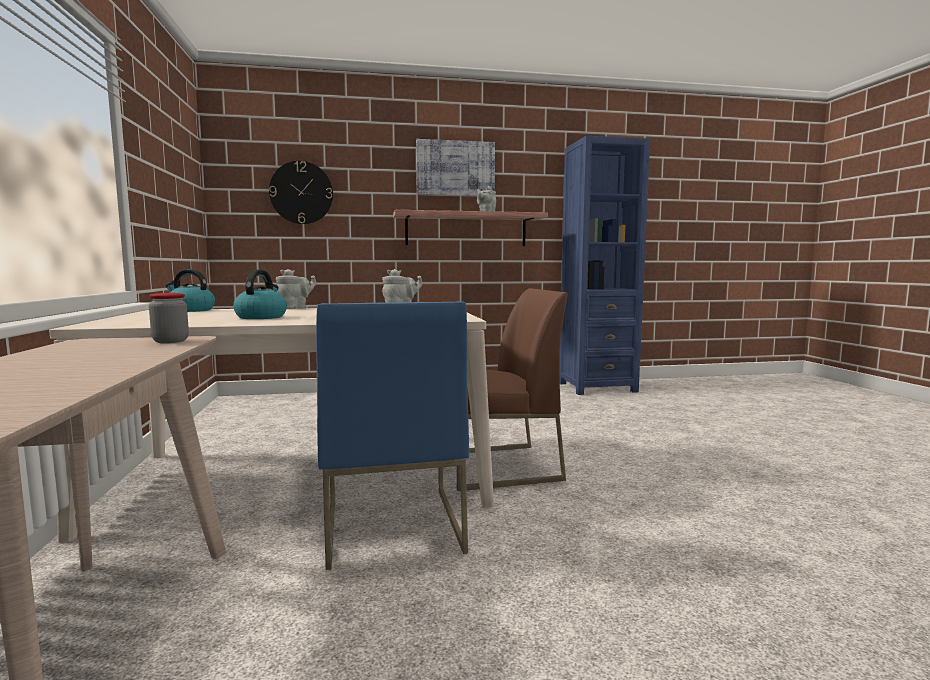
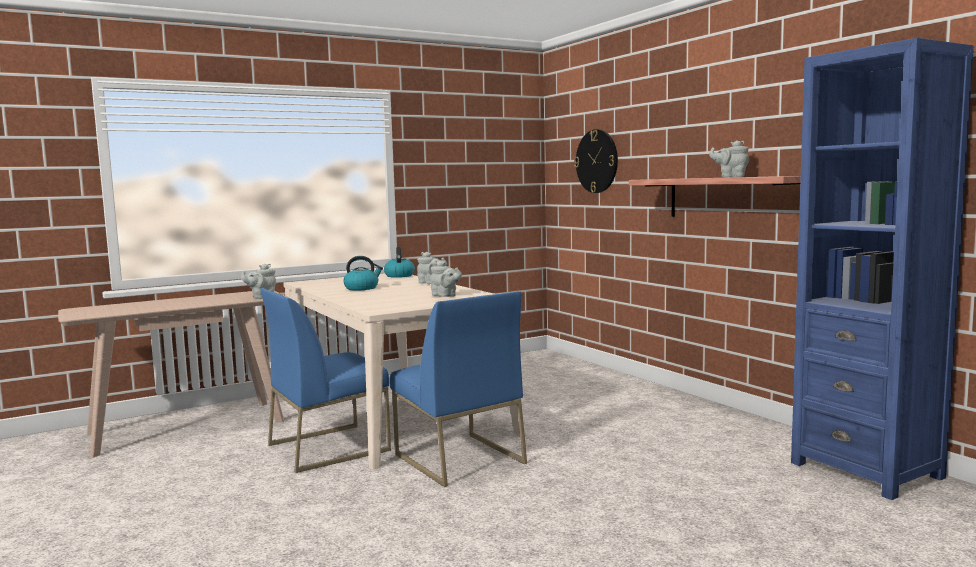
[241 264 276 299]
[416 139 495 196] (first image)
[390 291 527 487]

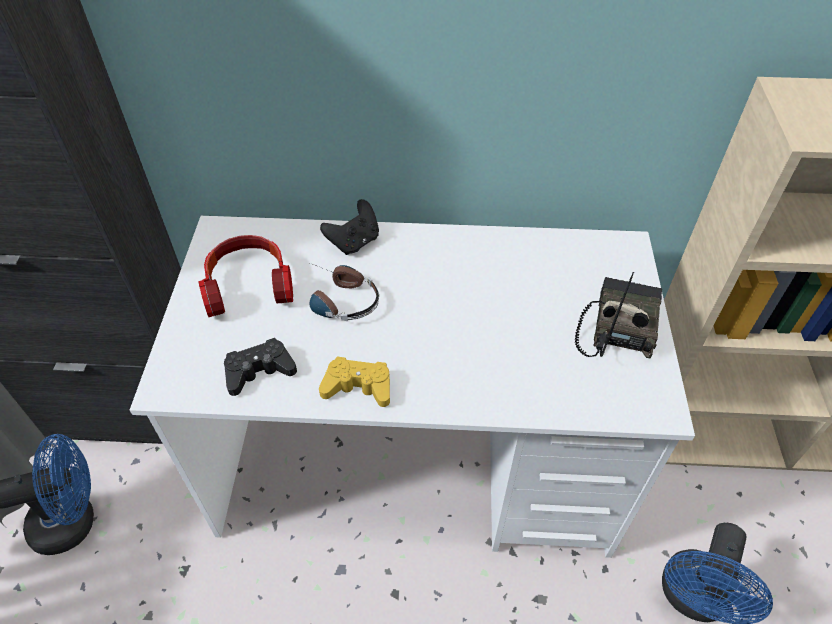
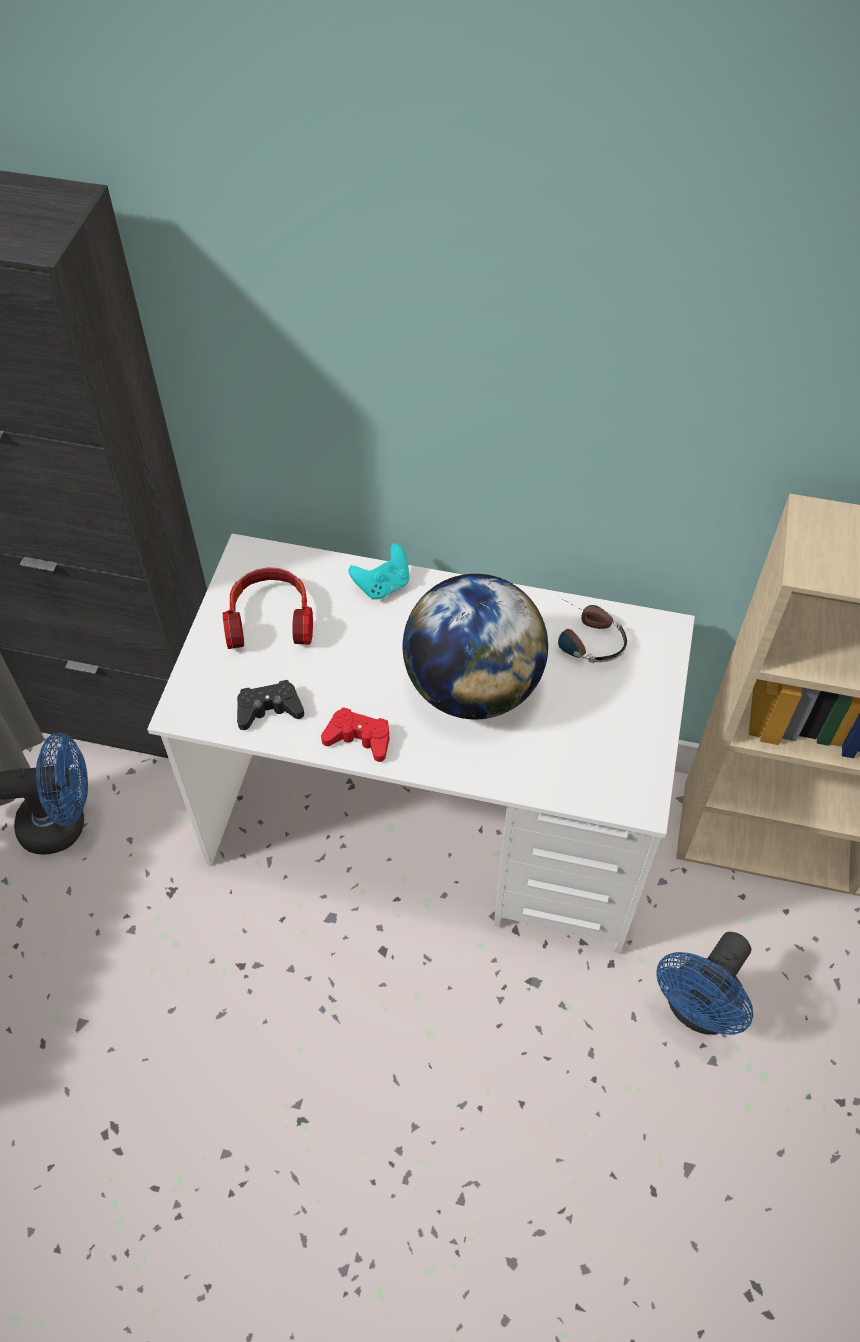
[558 597 627 663]
[321 707 389 762]
[349 543 409 600]
[575 272 662 359] (first image)
[403 574 548 719]

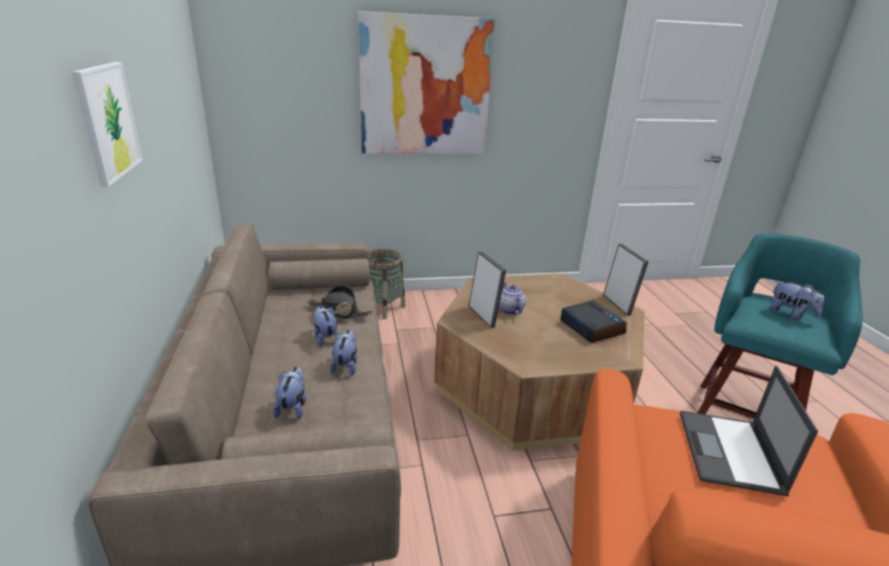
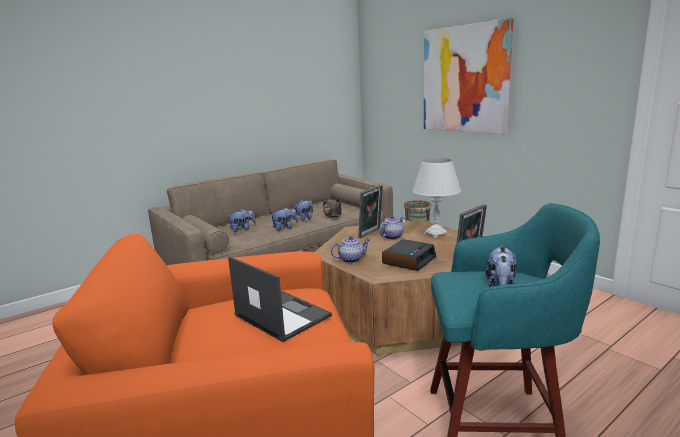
[72 62 143 187] (first image)
[228 256 332 342]
[331 236 370 263]
[413 158 461 238]

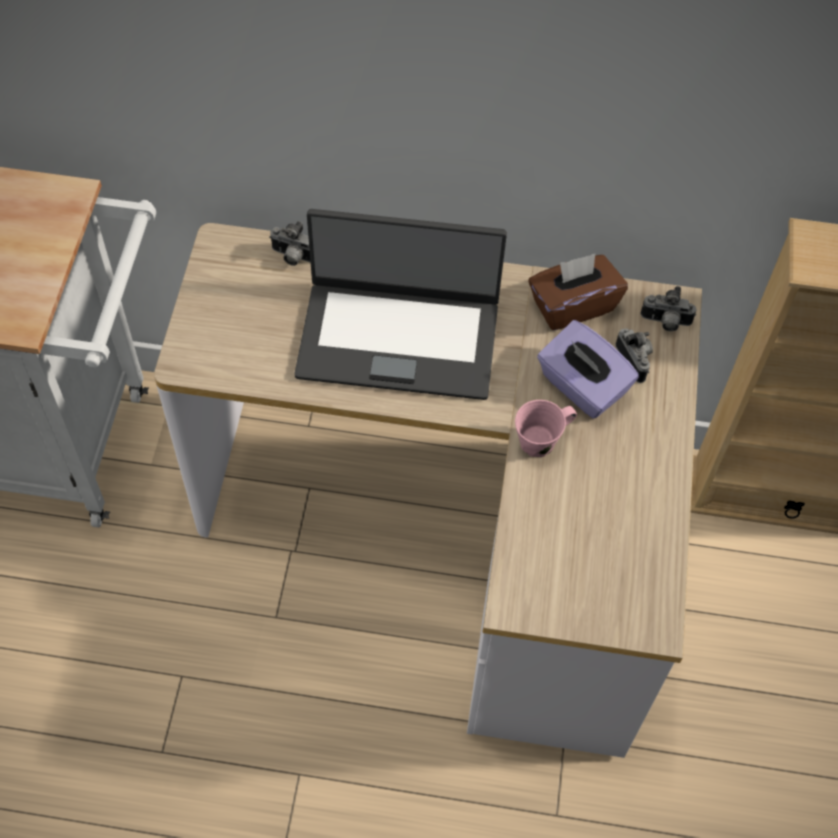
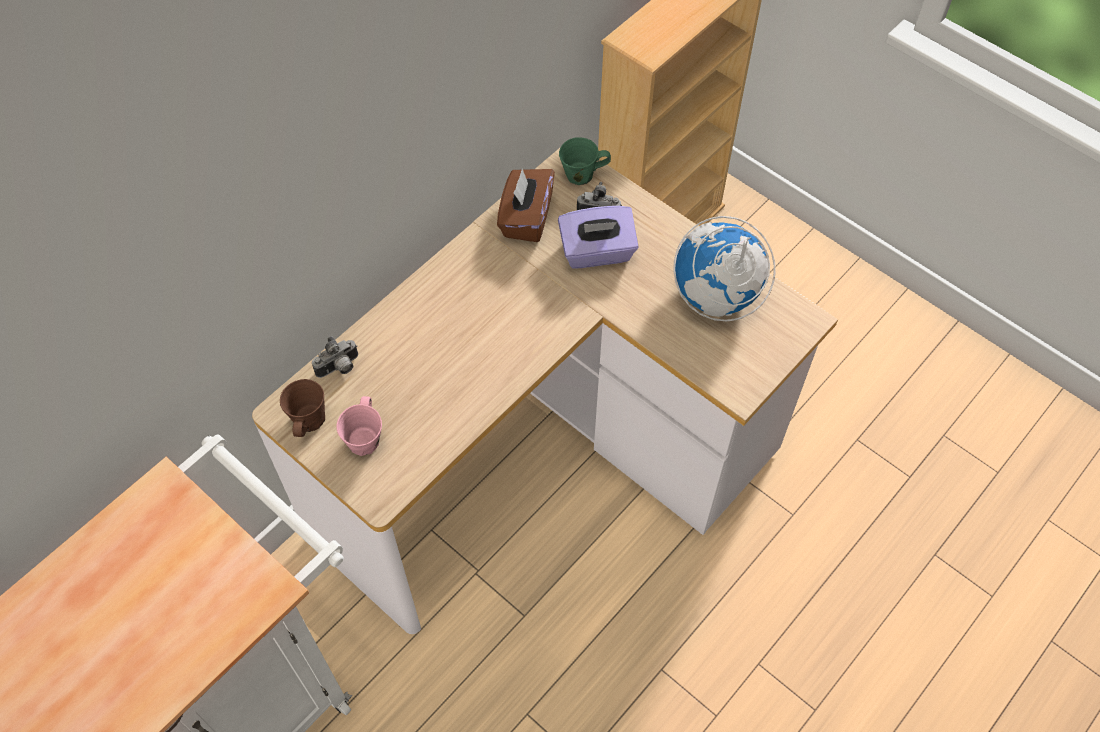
[294 209 507 400] (first image)
[336 396 382 456]
[559 137 611 185]
[280 379 325 437]
[673 216 775 321]

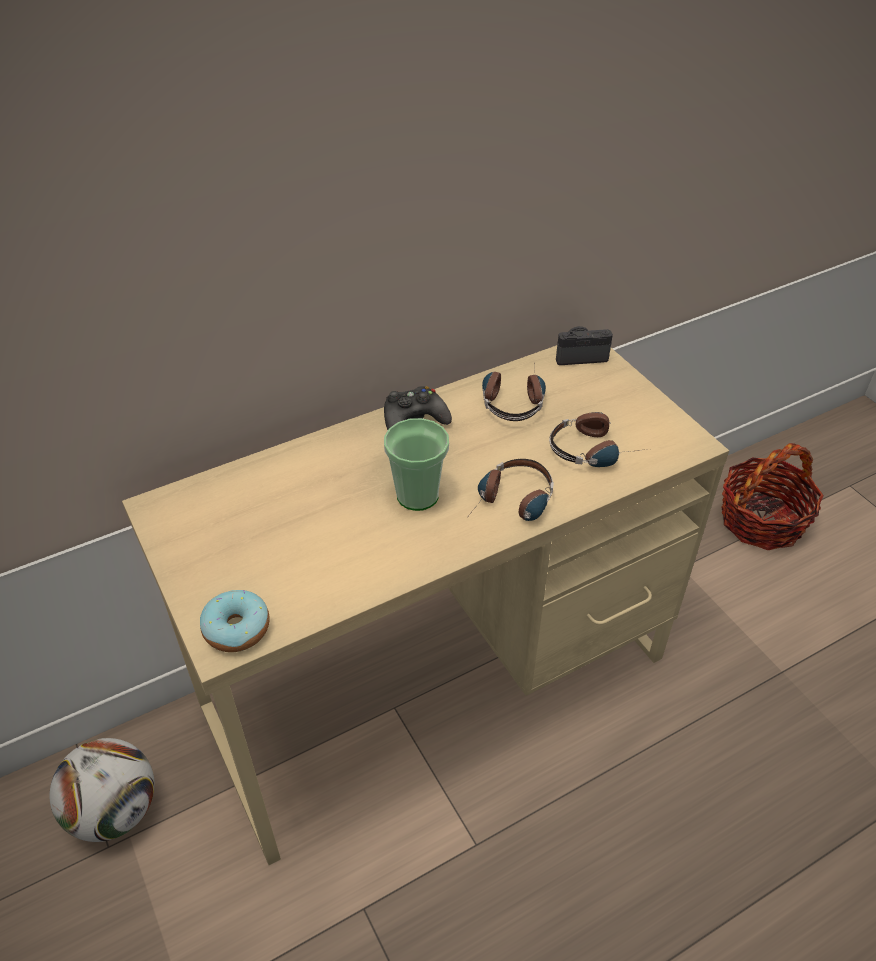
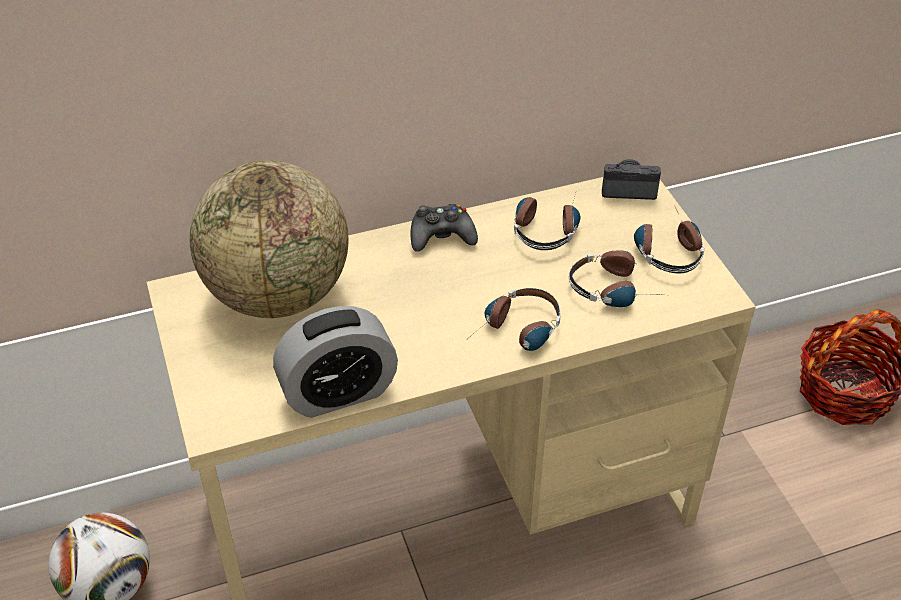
[200 590 270 652] (first image)
[384 418 449 511] (first image)
[189 160 348 318]
[273 306 398 418]
[634 207 705 273]

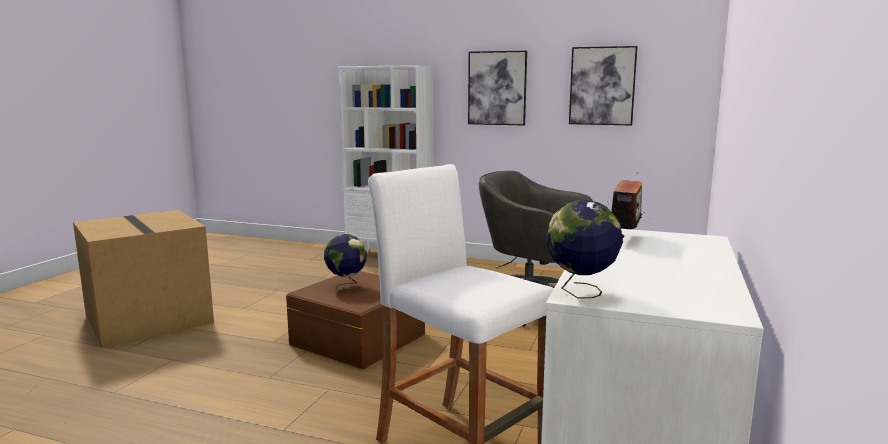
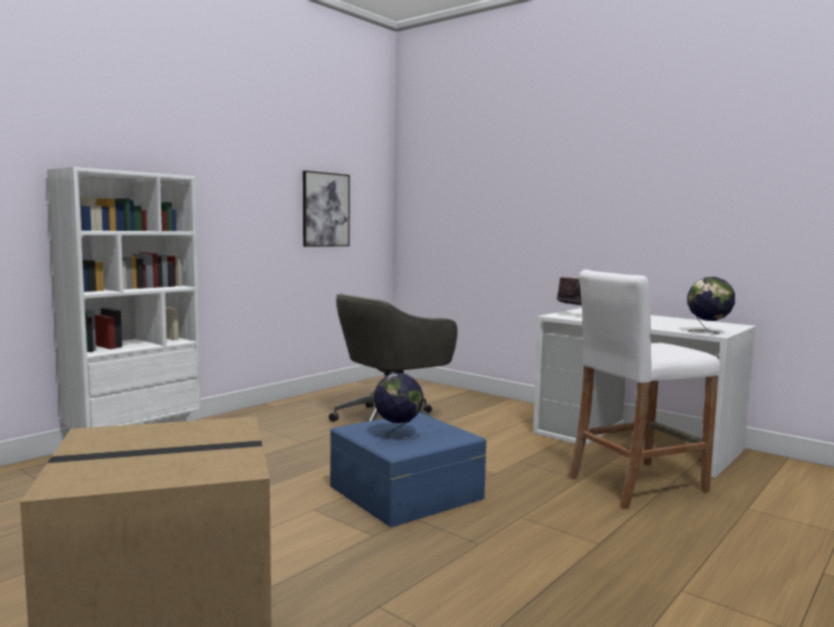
[330 412 487 527]
[468 51 527 126] (first image)

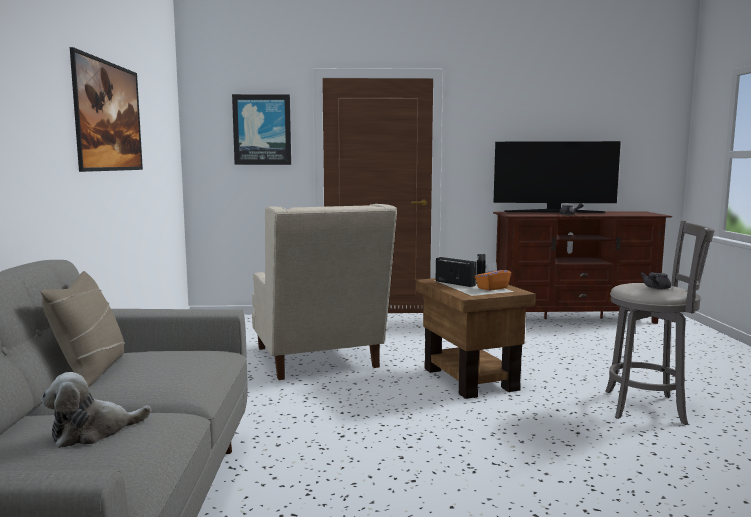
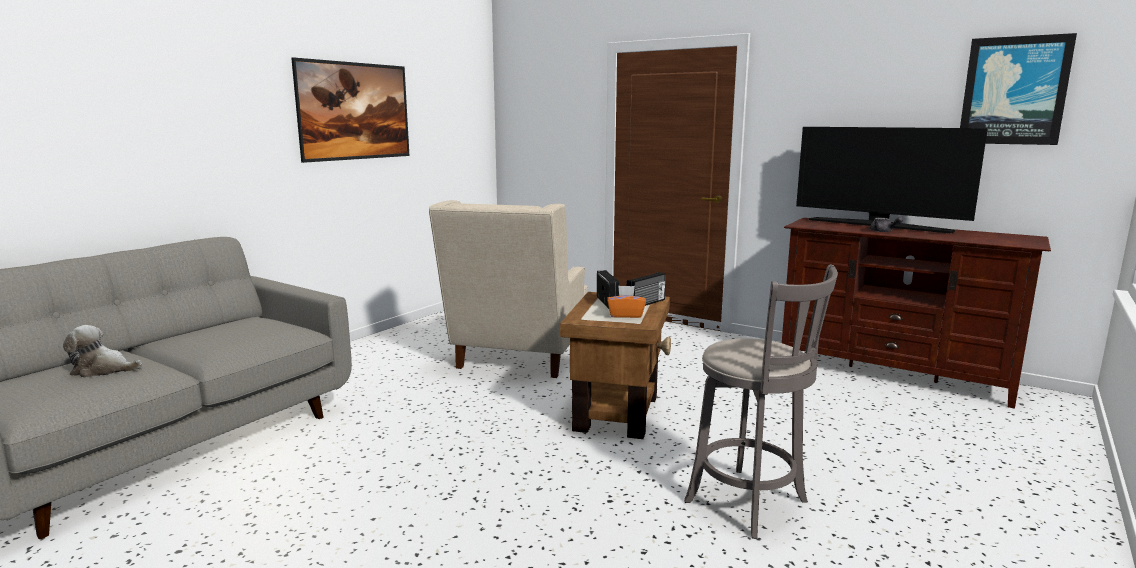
[40 271 125 387] (first image)
[960 33 1077 145]
[640 272 671 289] (first image)

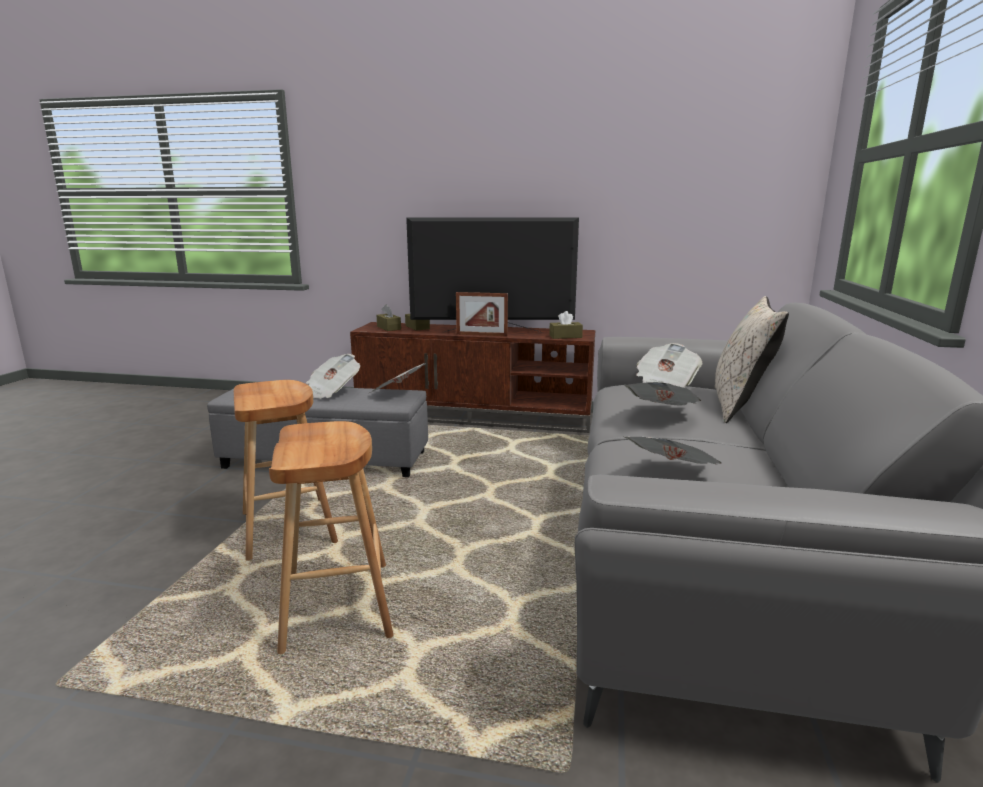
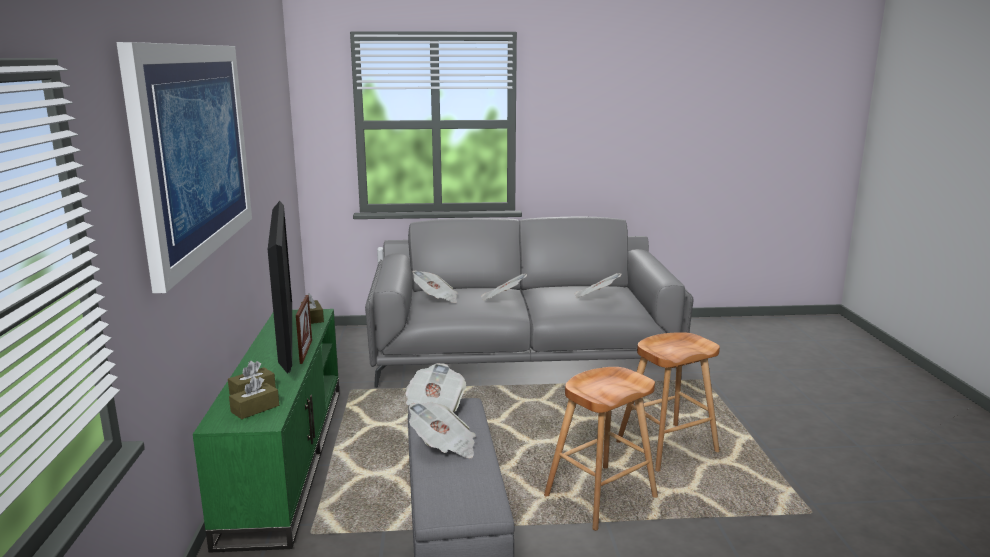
[193 309 340 553]
[715 296 789 423] (first image)
[116 42 252 293]

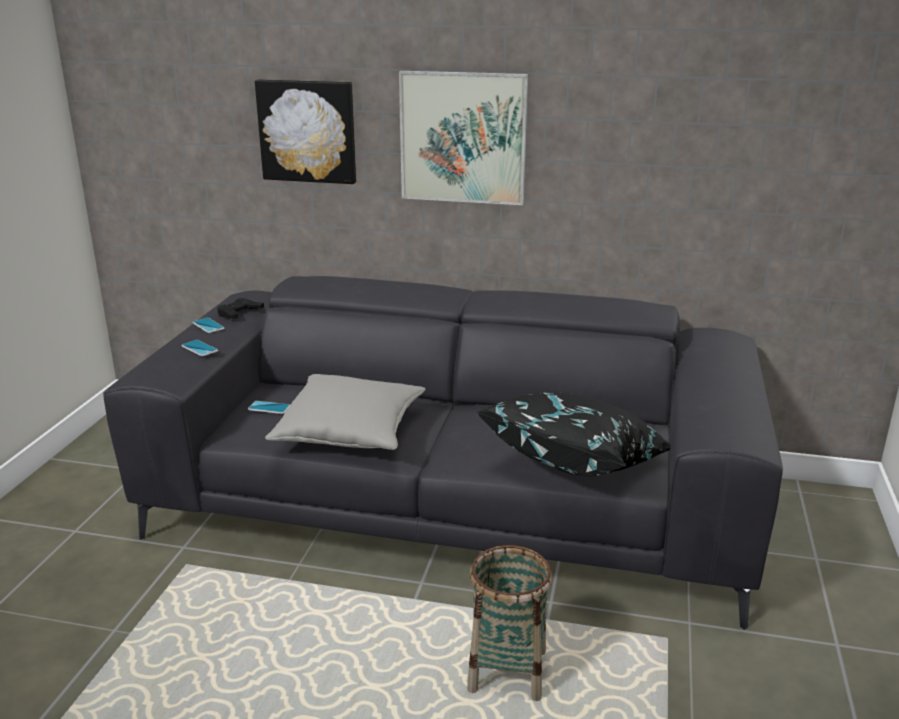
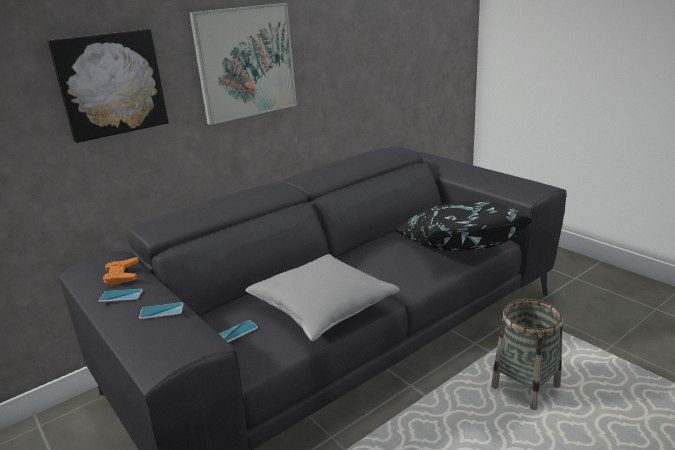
[103 257 139 286]

